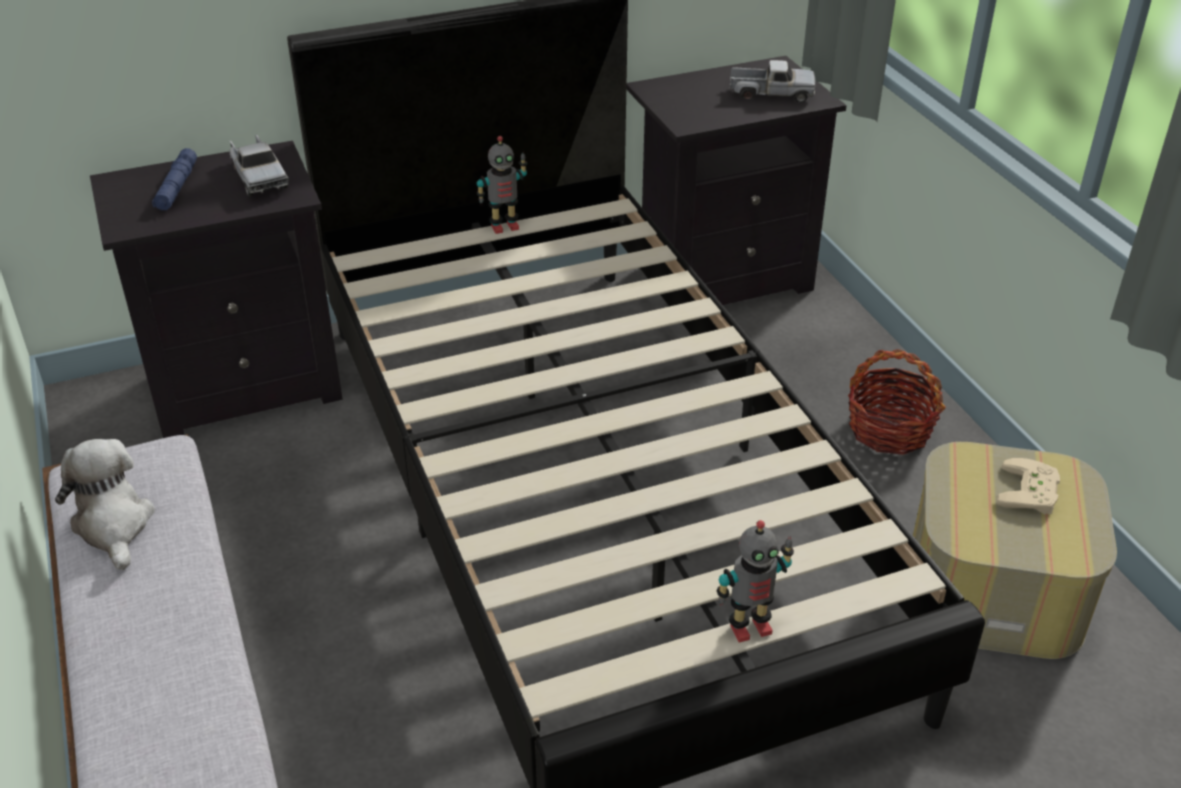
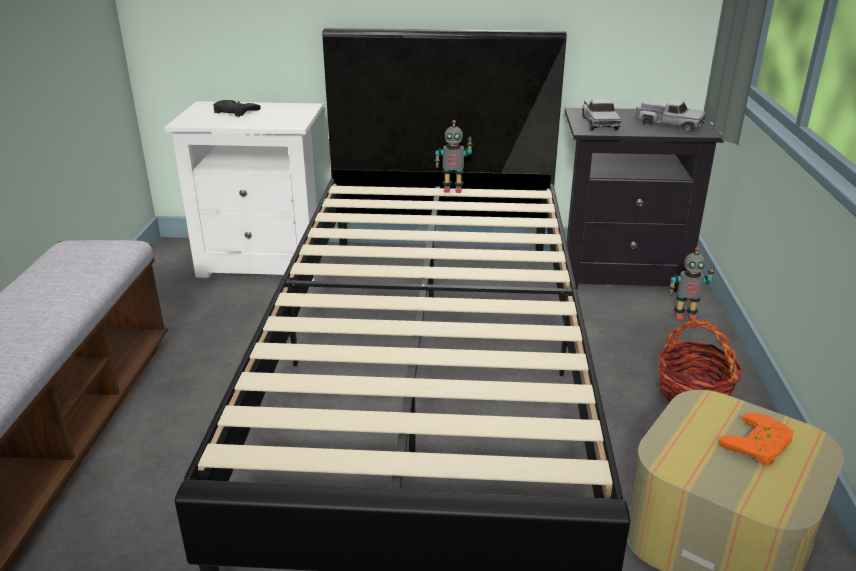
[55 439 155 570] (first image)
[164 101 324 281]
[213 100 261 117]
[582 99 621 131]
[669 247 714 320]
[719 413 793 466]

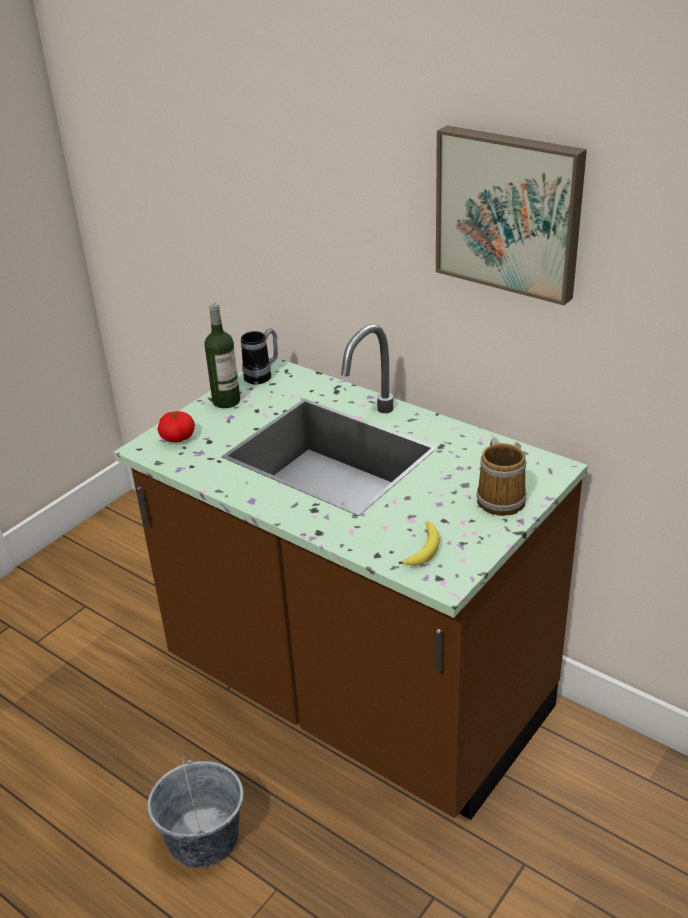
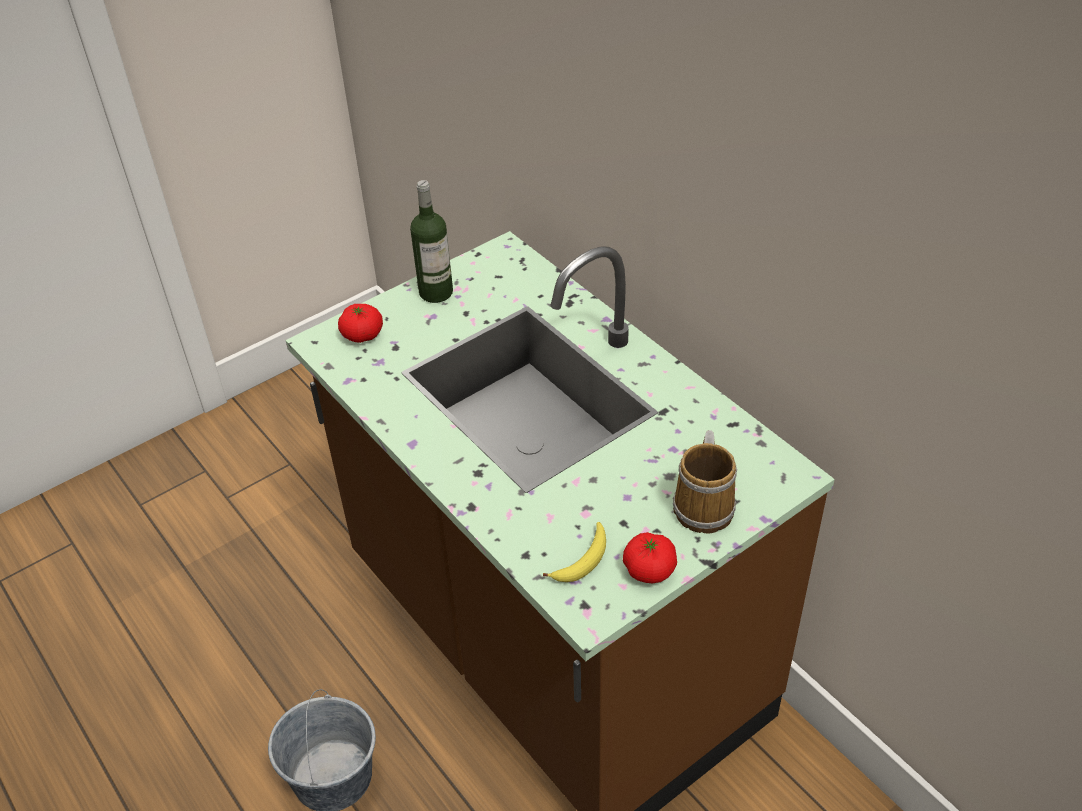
[241 328 278 384] (first image)
[436 125 587 305] (first image)
[623 532 677 583]

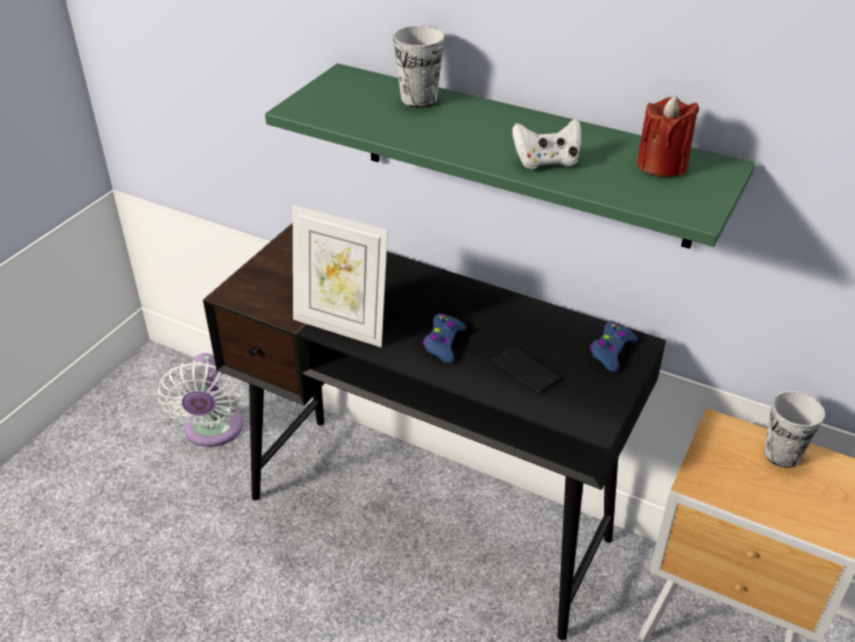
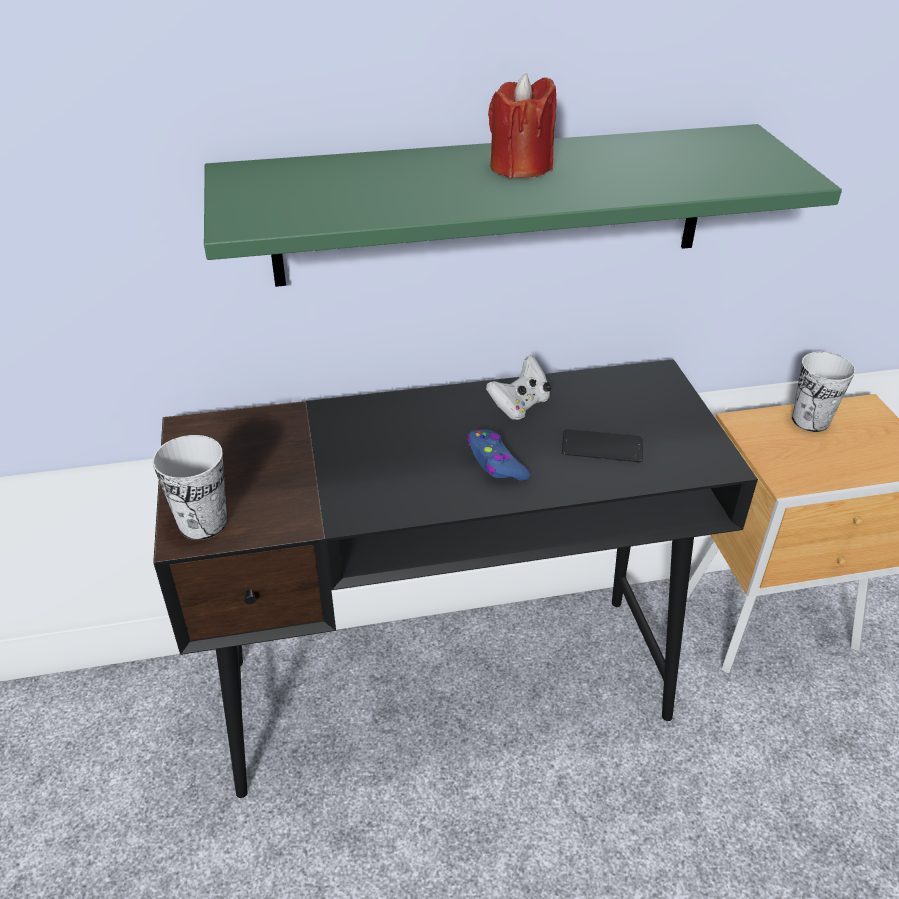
[157 353 243 447] (first image)
[293 205 388 347] (first image)
[152 435 227 540]
[486 355 551 420]
[590 321 637 372] (first image)
[488 73 557 178]

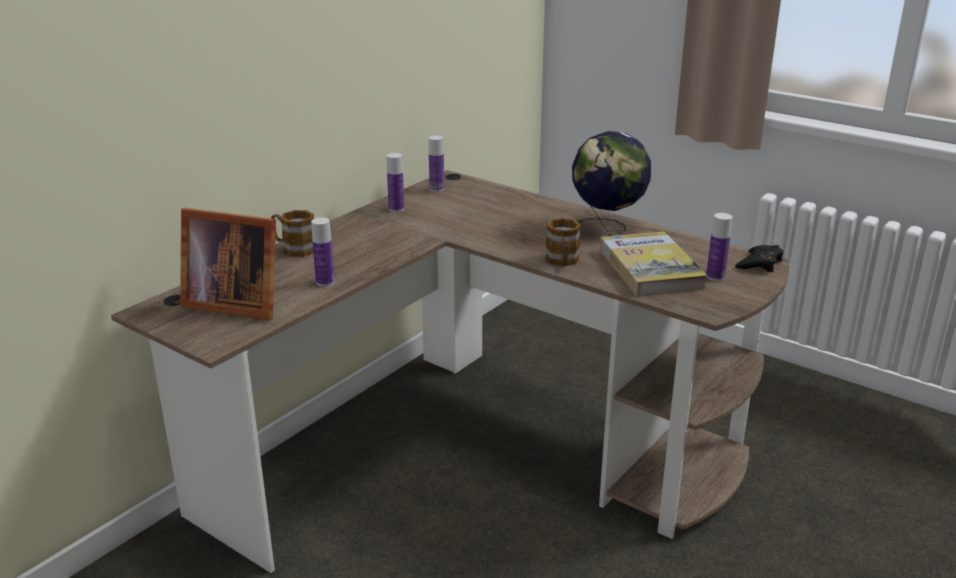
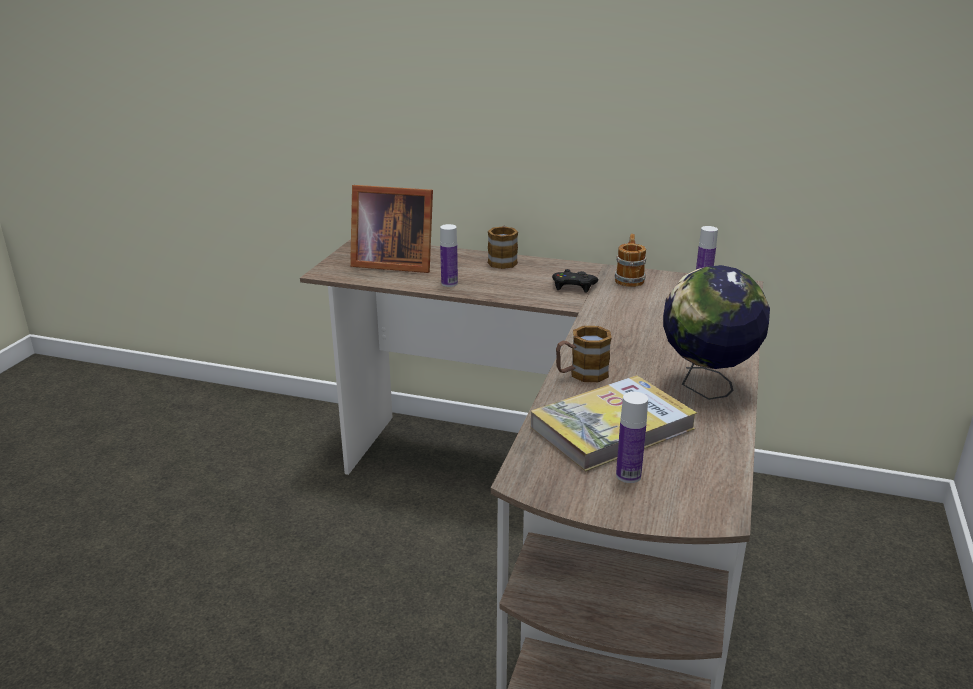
[350 185 433 273]
[615 234 646 287]
[552 269 598 293]

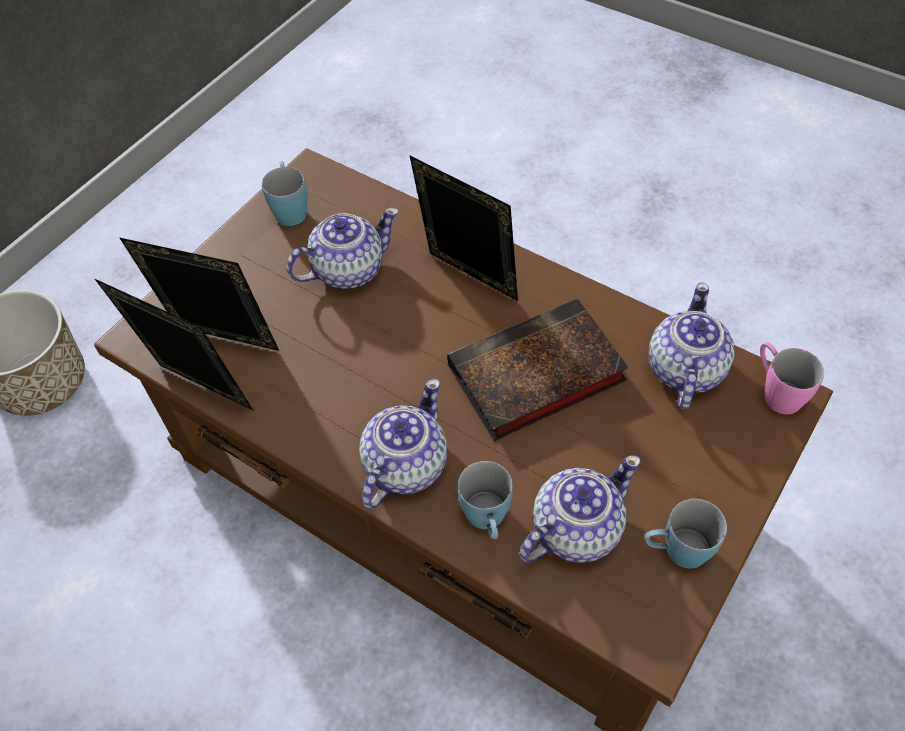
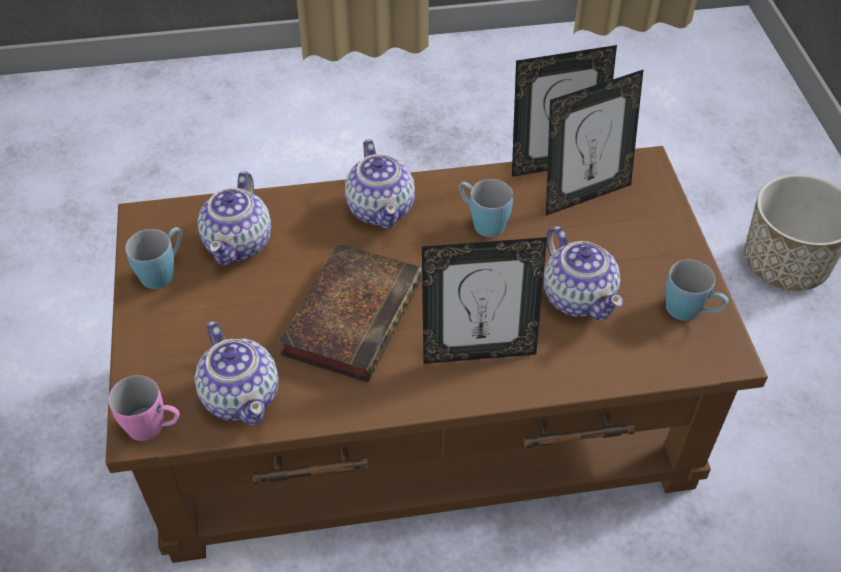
[544 226 623 320]
[459 179 513 237]

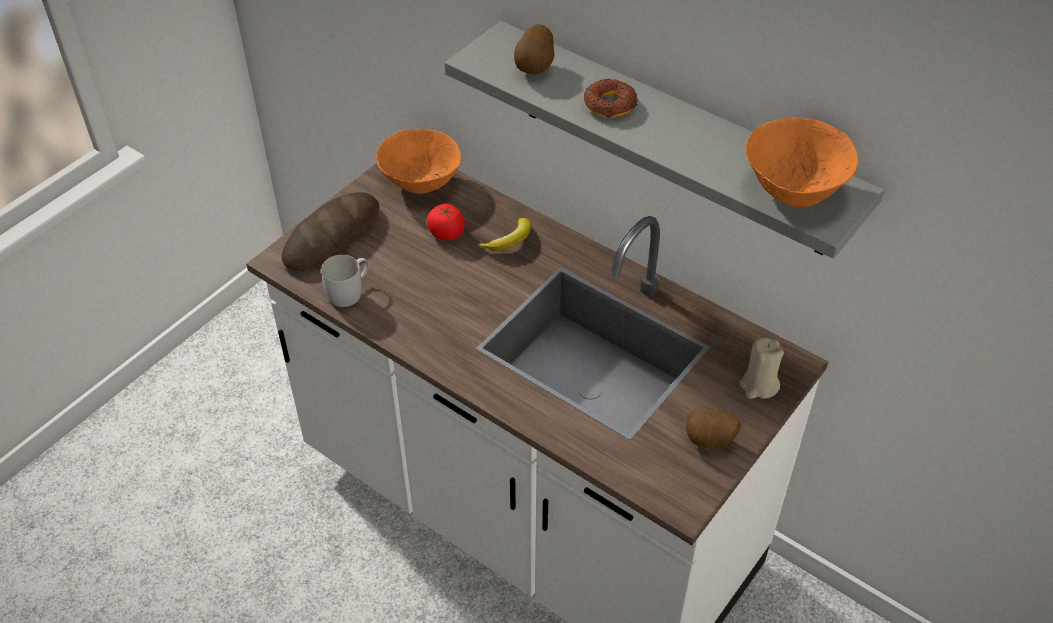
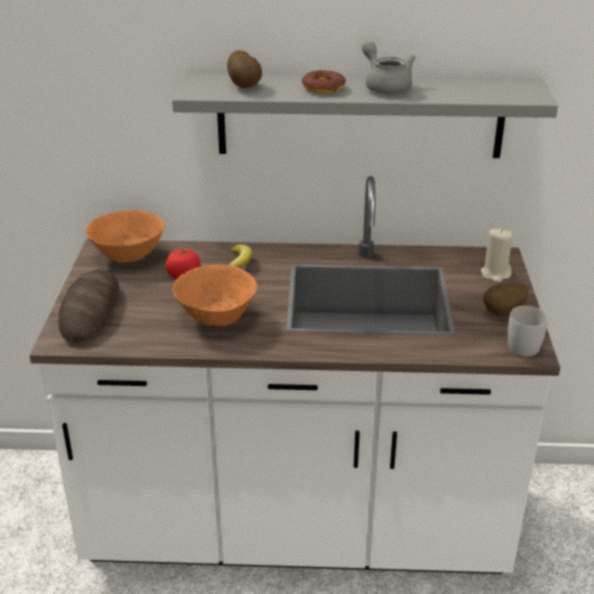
[508 306 548 356]
[173 265 257 327]
[362 41 416 94]

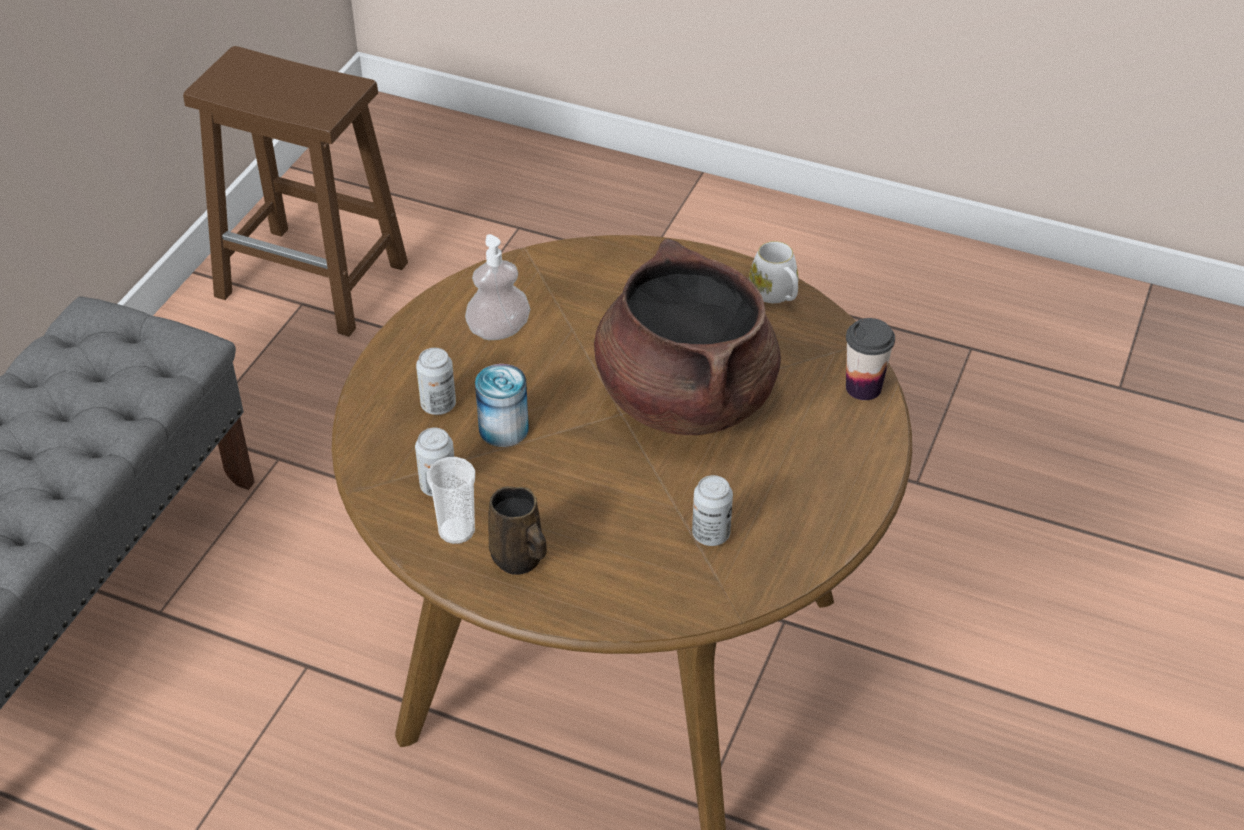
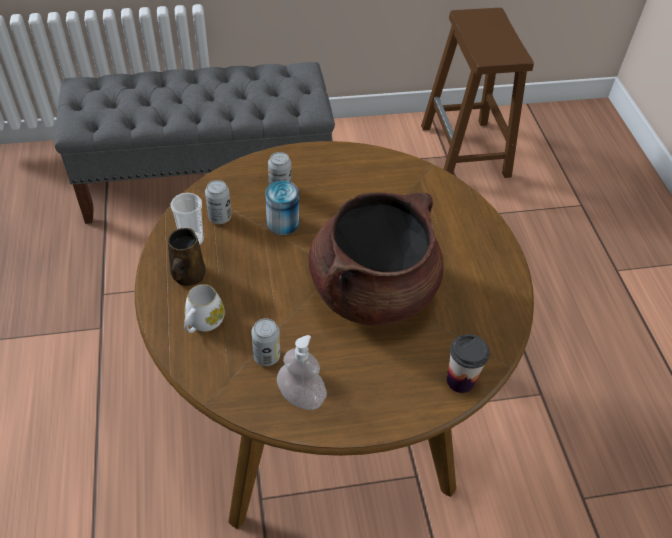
[277 335 327 410]
[184 284 224 333]

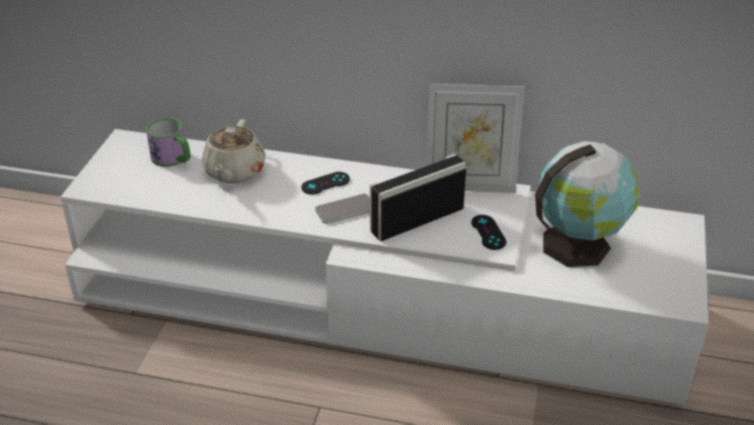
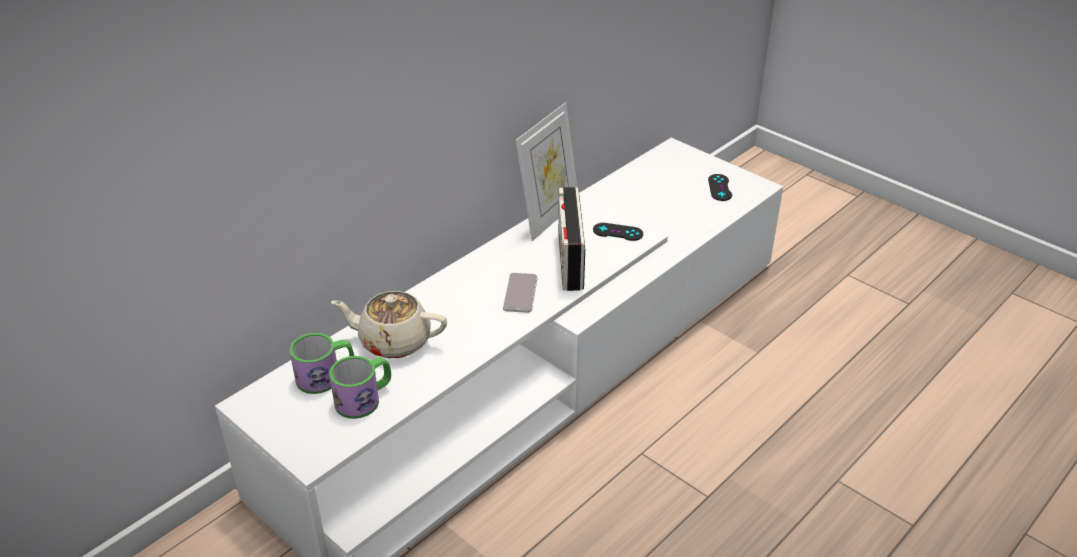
[331 291 447 358]
[708 174 732 201]
[535 141 640 267] (first image)
[329 356 391 419]

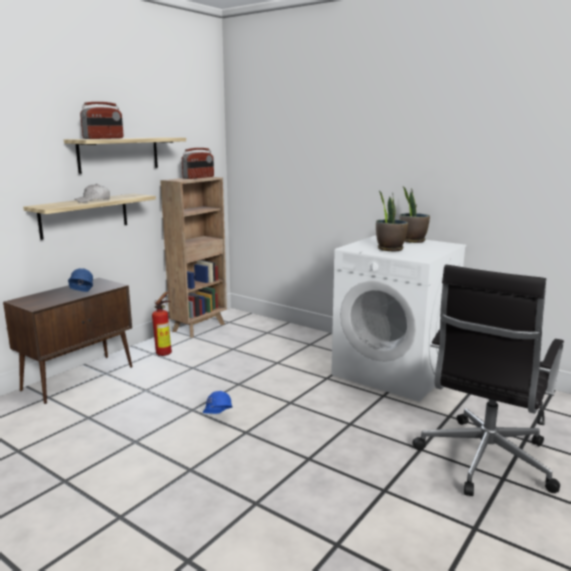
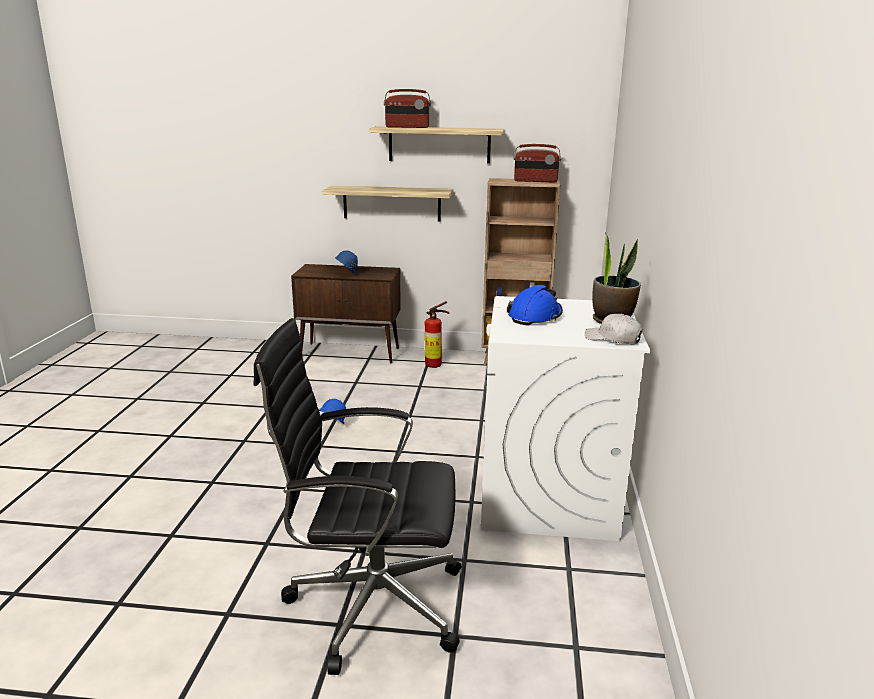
[585 314 642 344]
[507 285 563 326]

